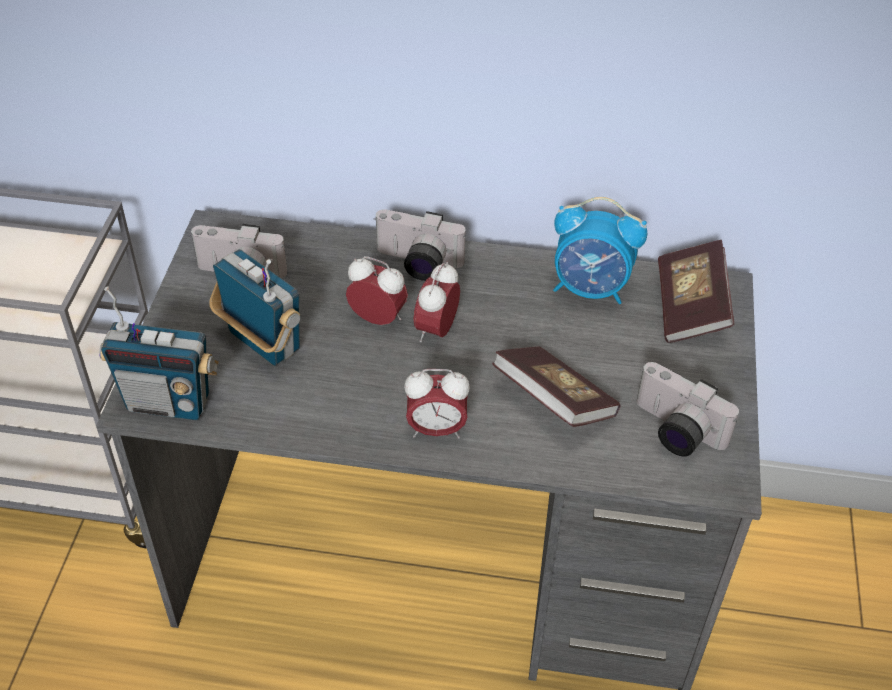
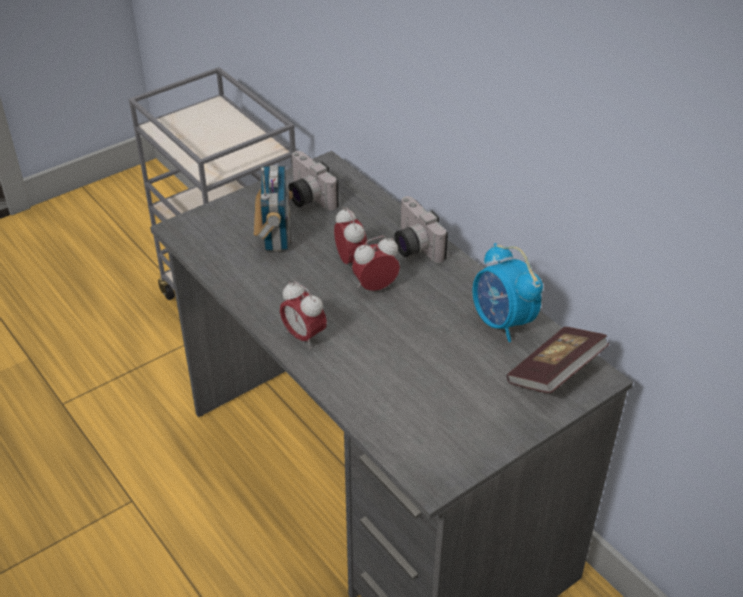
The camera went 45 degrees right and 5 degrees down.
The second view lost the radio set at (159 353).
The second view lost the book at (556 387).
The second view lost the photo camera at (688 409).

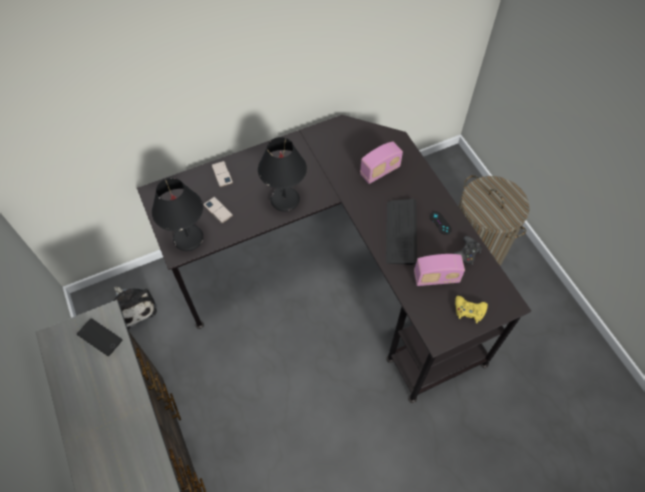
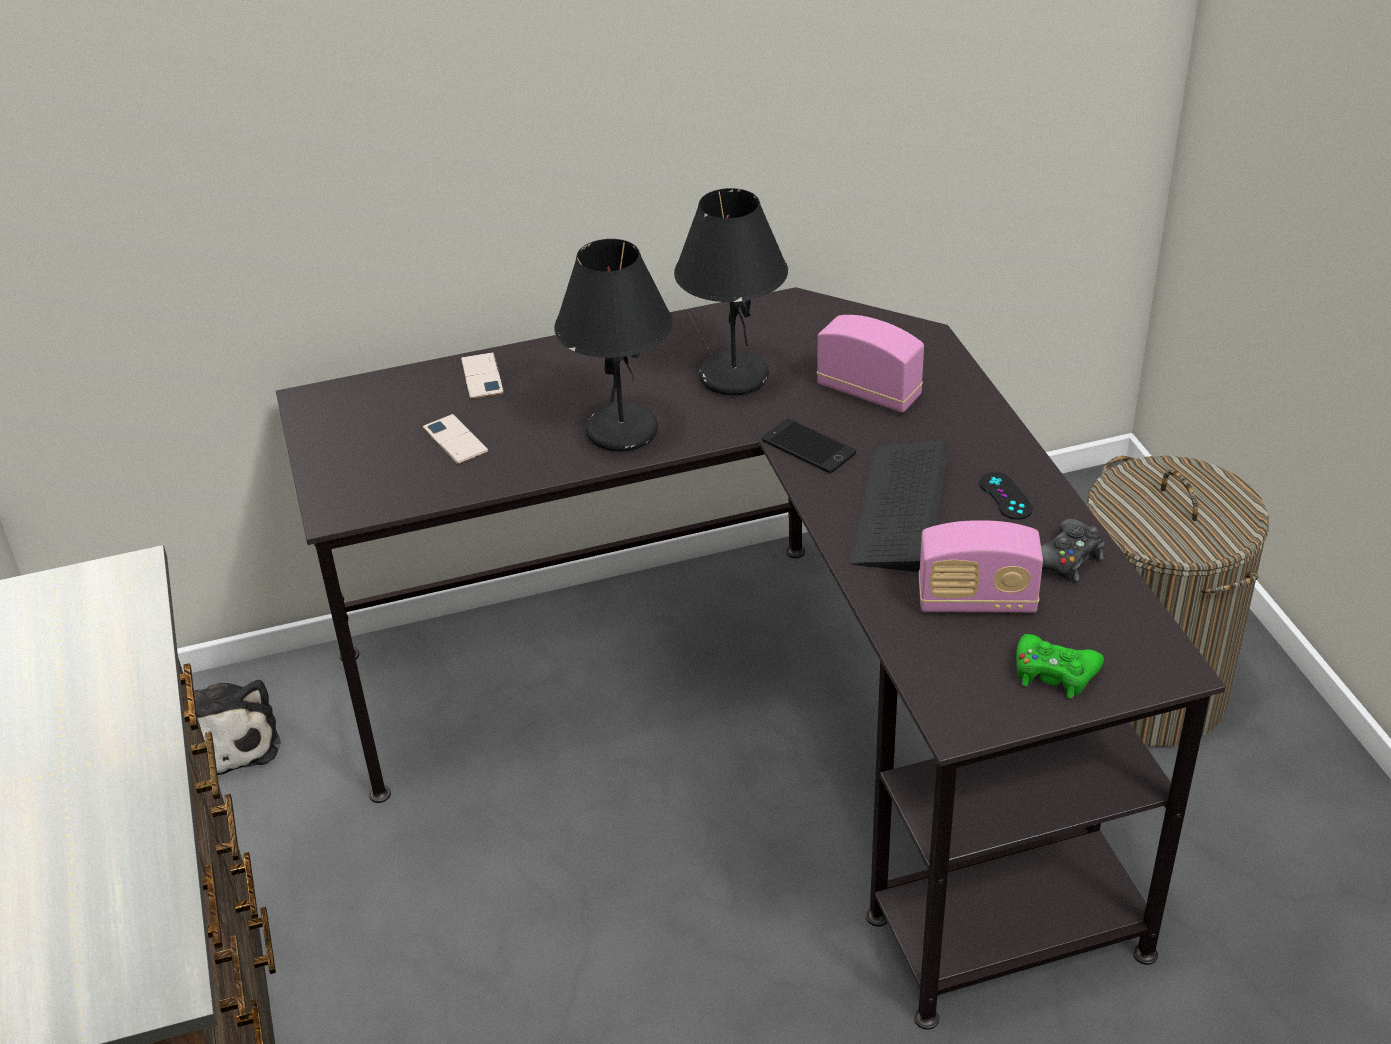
The camera went 10 degrees right and 20 degrees down.
The radio set at (381 162) ended up facing another way, 120 degrees counterclockwise from before.
The black table lamp ended up elsewhere, having gone from (177 214) to (731 291).
What was the yellowish joypad at (471 309) turned into the green joypad at (1060 666).
The telephone ended up elsewhere, having gone from (99 337) to (809 446).

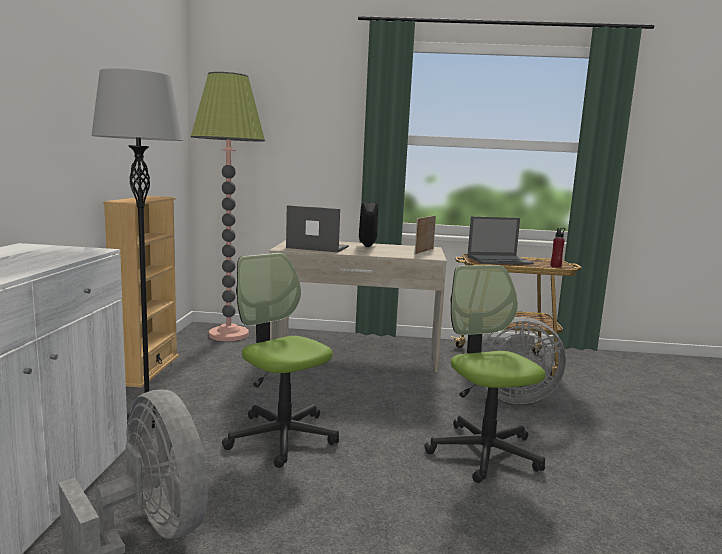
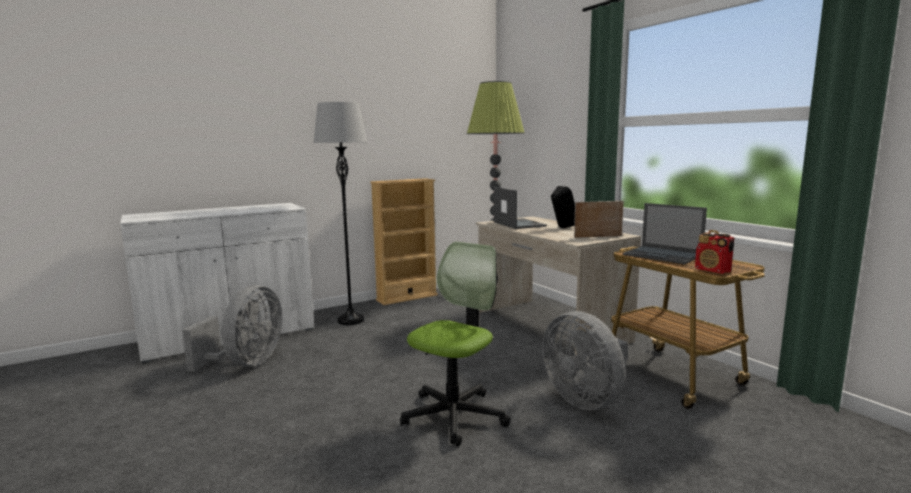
The camera went 55 degrees right and 0 degrees up.
Where the red-coloured drink bottle stood at (557 248), the radio set came to stand at (715 252).
The second view lost the desk chair at (280 360).

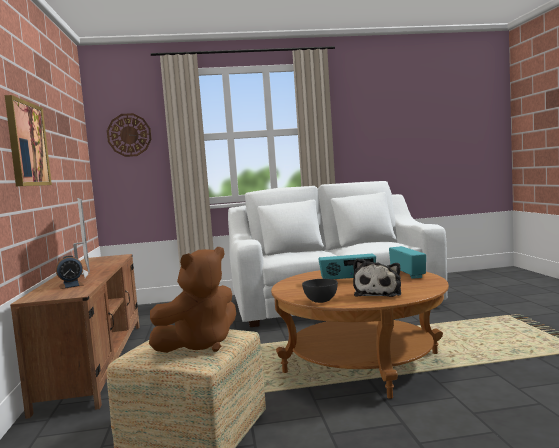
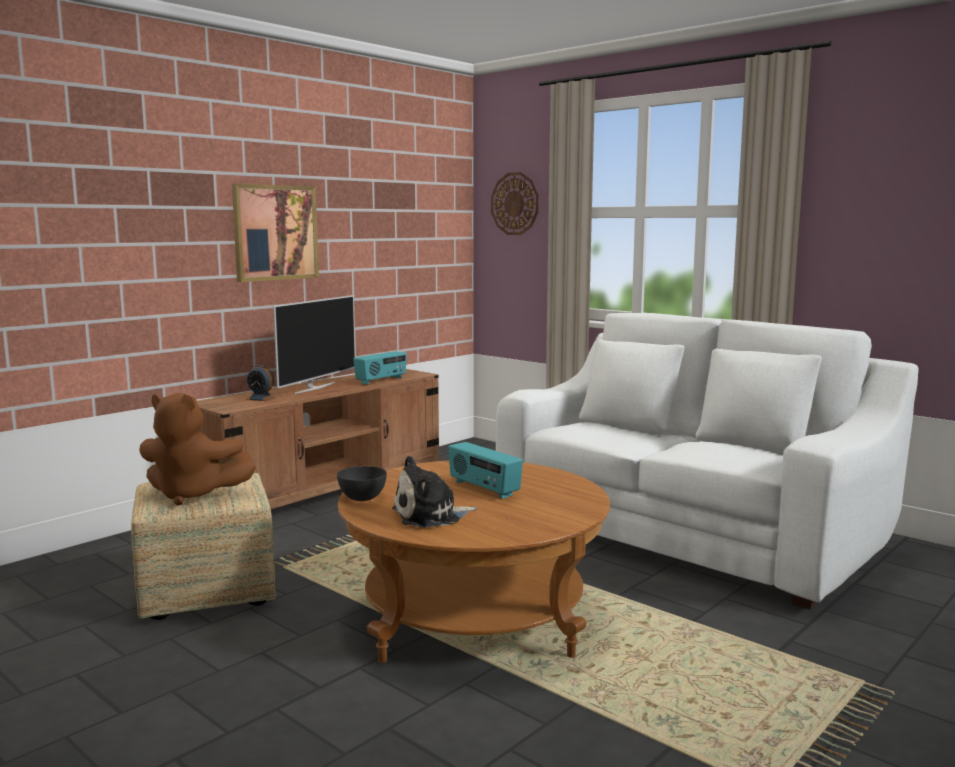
The camera went 50 degrees right and 5 degrees up.
The radio set ended up elsewhere, having gone from (407 262) to (380 367).

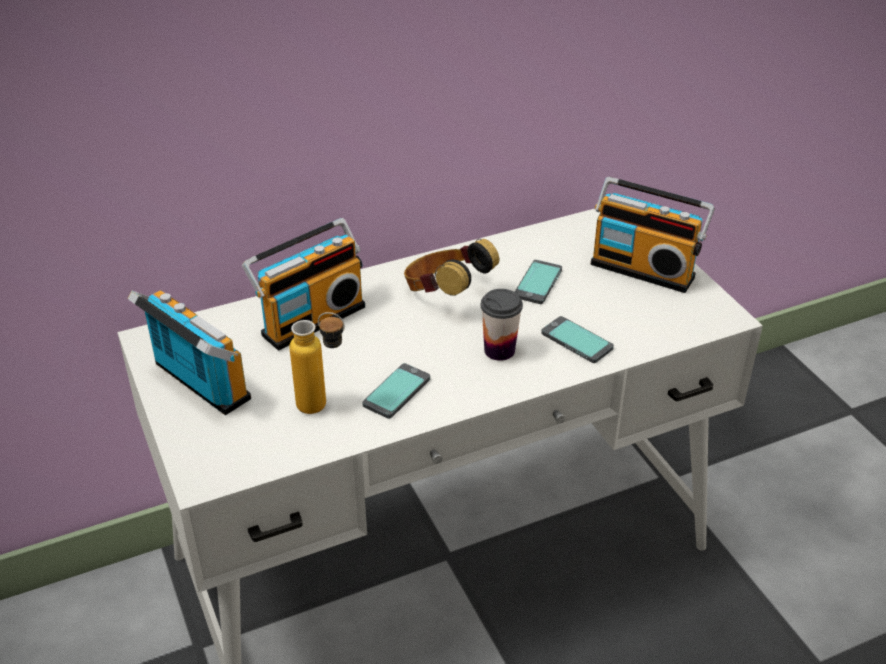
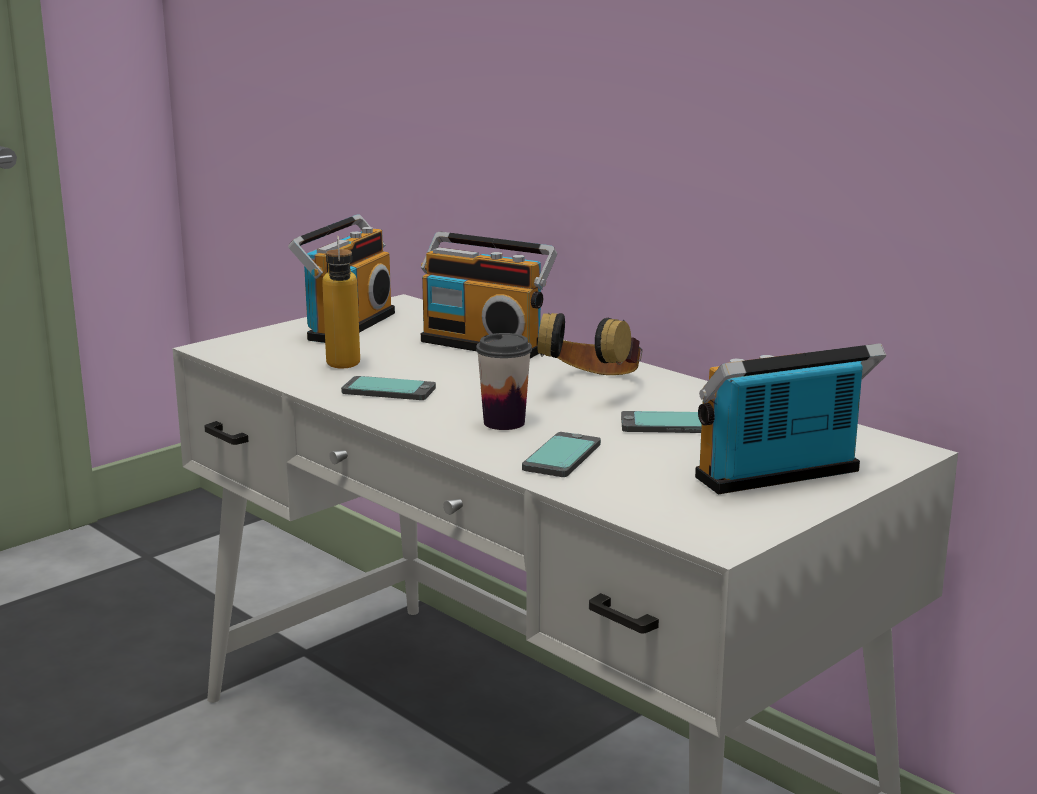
The camera went 70 degrees right and 20 degrees down.
The radio set at (653 235) ended up facing another way, 60 degrees clockwise from before.

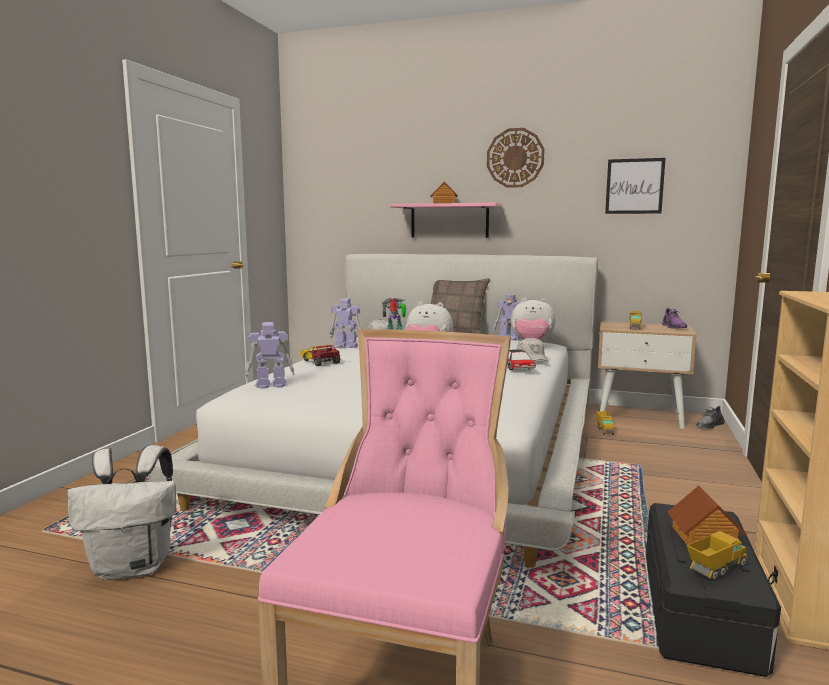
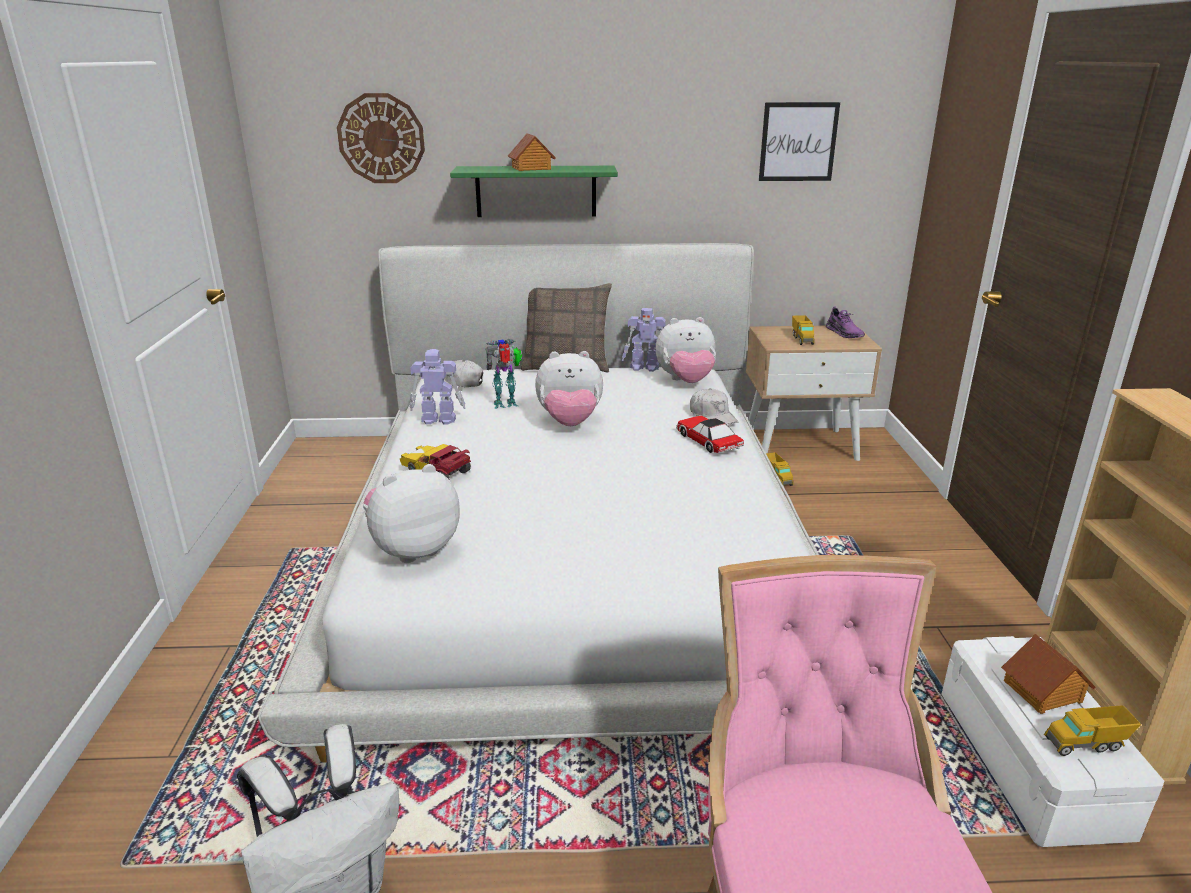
The camera went 20 degrees left and 15 degrees up.
The hanging clock ended up elsewhere, having gone from (516 158) to (381 138).
What was the pink shelf at (446 220) turned into the green shelf at (534 191).
Where the toy robot stood at (270 355), the plush toy came to stand at (411 513).
The second view lost the grey shoe at (710 417).
What was the black storage box at (713 590) turned into the white-coloured storage box at (1053 741).
The model truck at (717 556) ended up facing another way, 135 degrees counterclockwise from before.

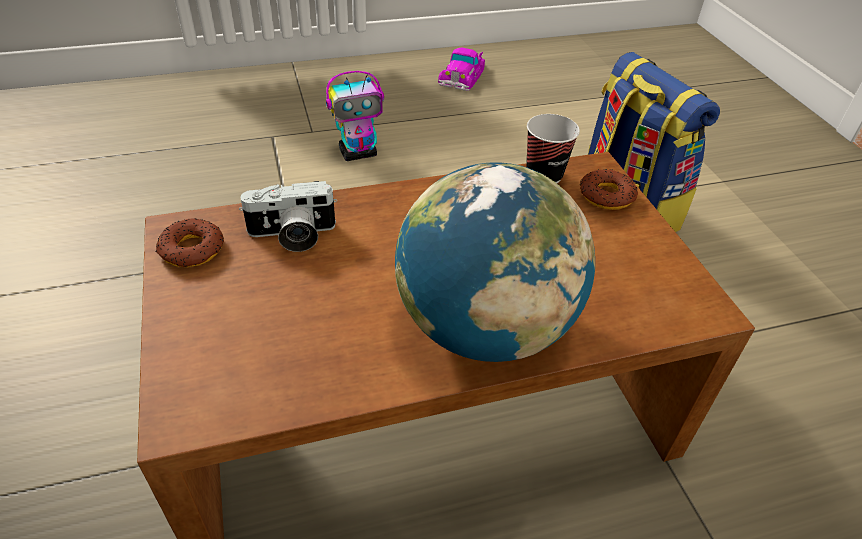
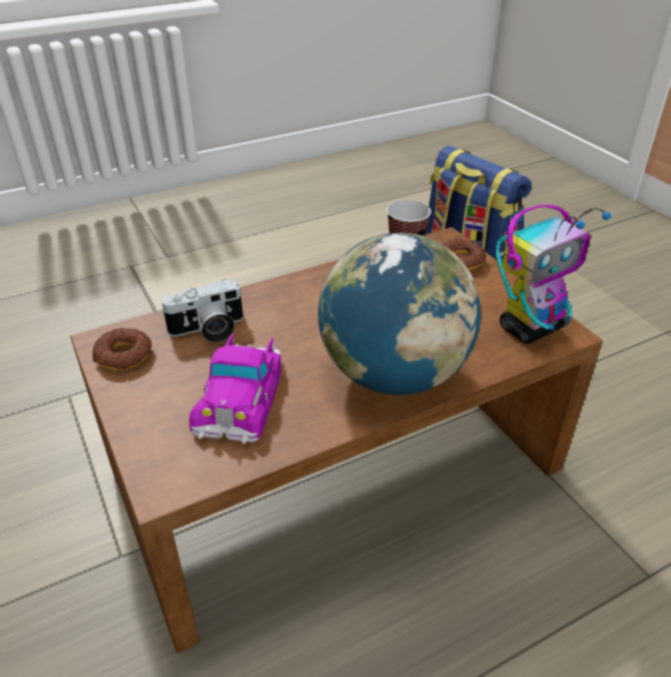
The camera went 10 degrees left and 5 degrees down.
The model car ended up elsewhere, having gone from (461 69) to (235 389).
The toy robot ended up elsewhere, having gone from (355 116) to (553 274).

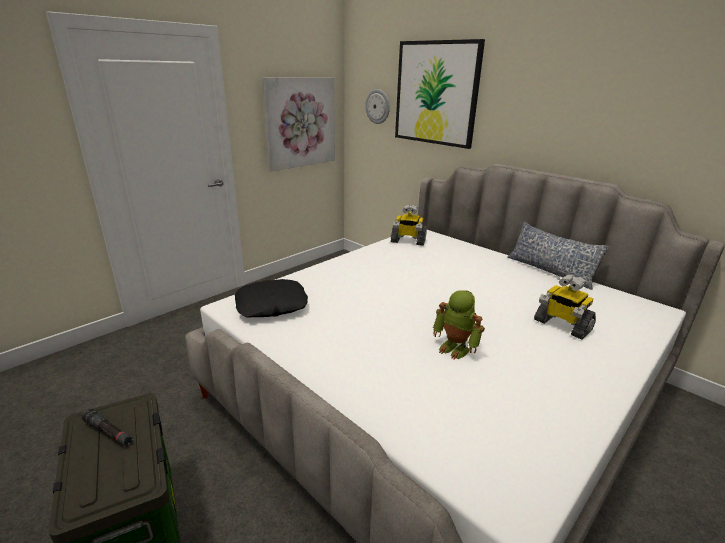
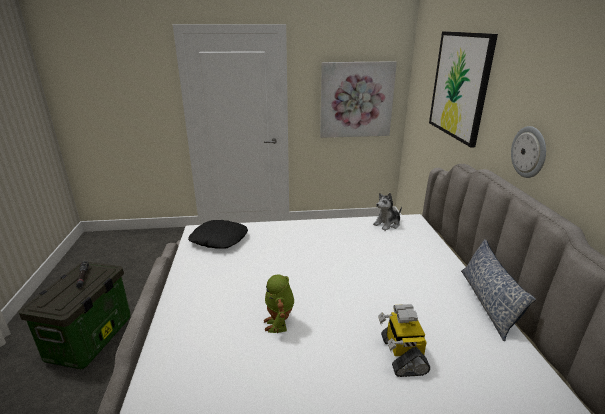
The camera went 40 degrees right and 0 degrees up.
The hanging clock ended up elsewhere, having gone from (377 106) to (528 152).
Where the toy robot stood at (408 225), the plush toy came to stand at (387 212).

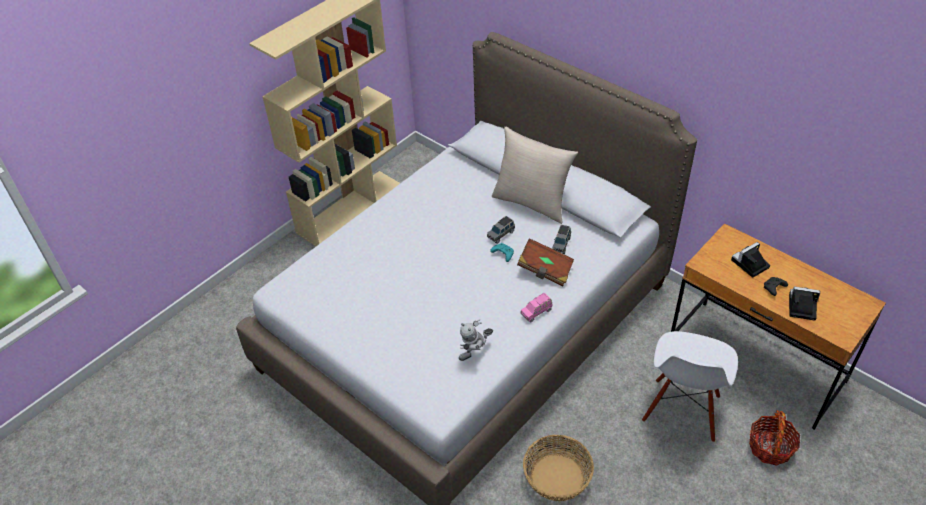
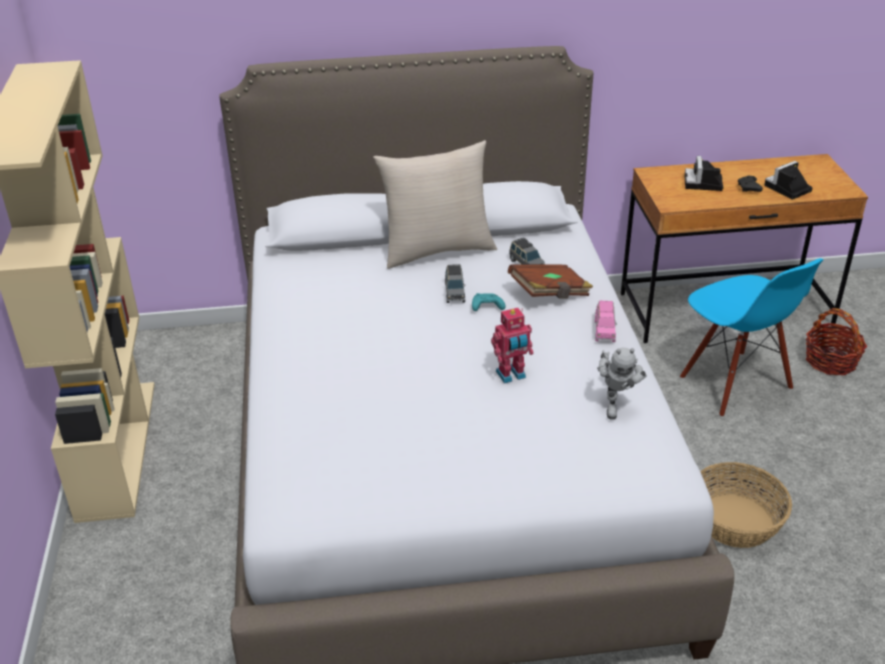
The camera went 50 degrees left and 10 degrees down.
What was the white-coloured plain chair at (690 386) turned into the blue plain chair at (752 337).
The second view gained the toy robot at (512 346).

